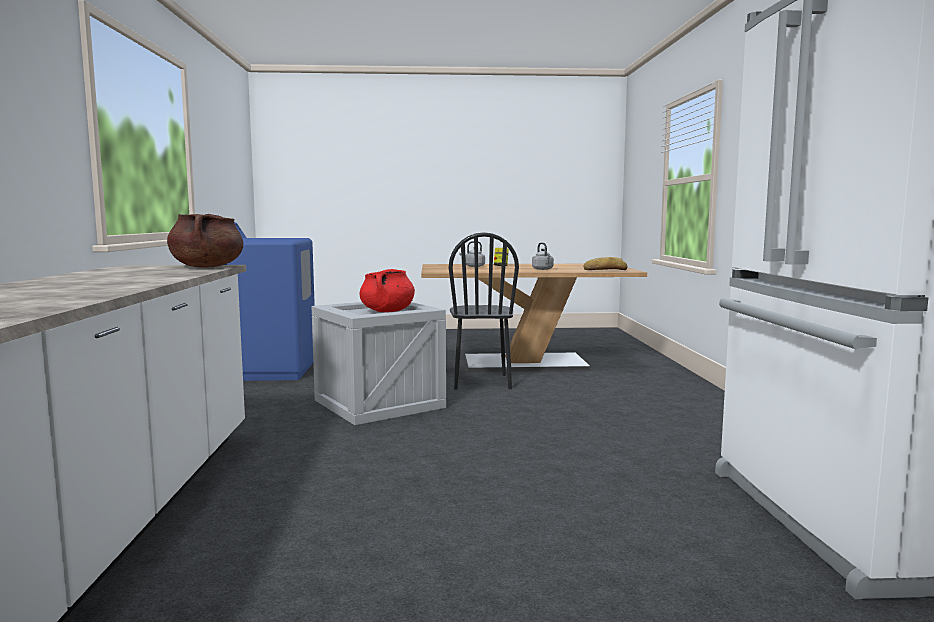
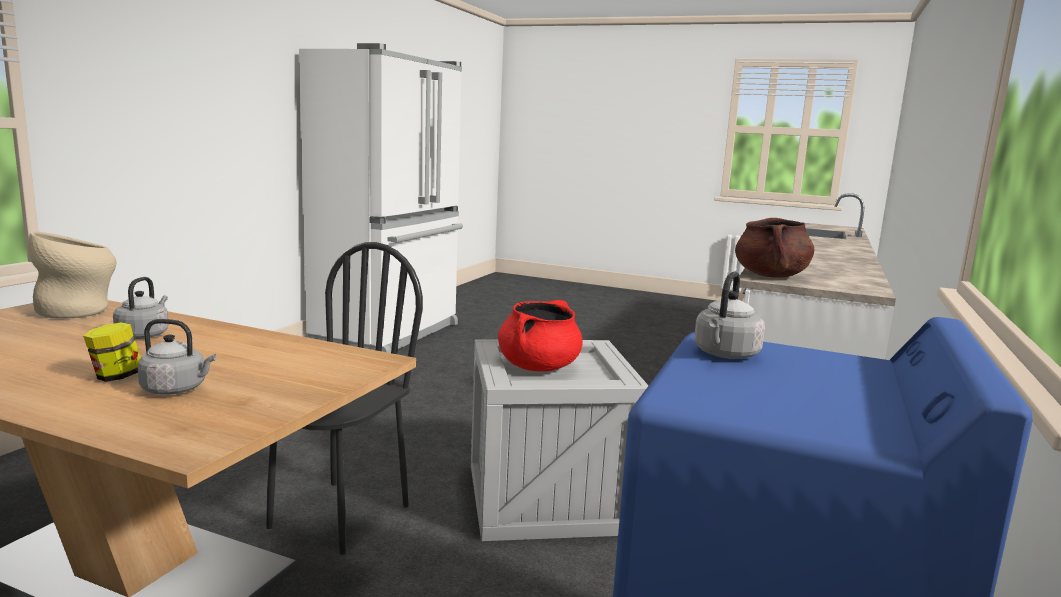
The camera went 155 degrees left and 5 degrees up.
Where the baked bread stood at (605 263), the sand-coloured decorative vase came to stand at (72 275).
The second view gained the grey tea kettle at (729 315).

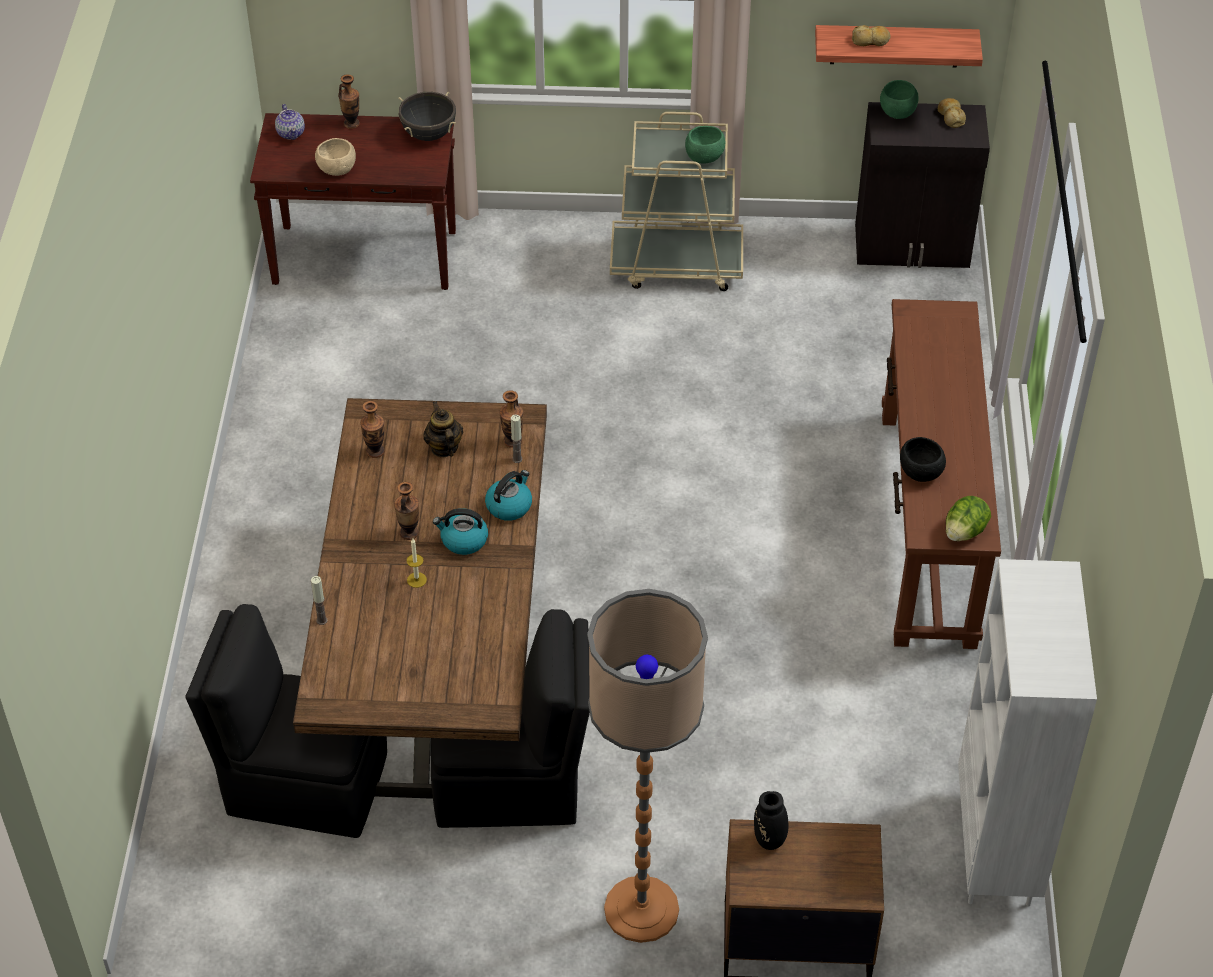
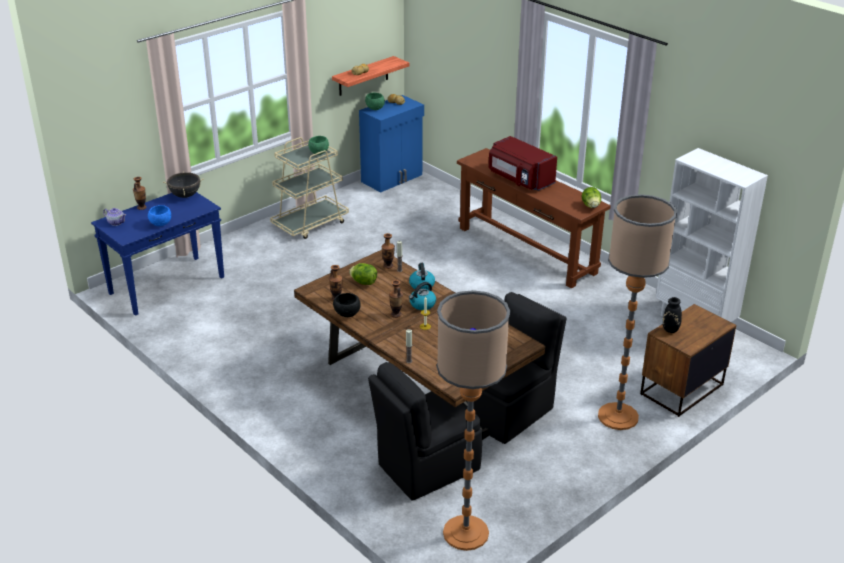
The camera went 45 degrees left and 15 degrees down.
What was the black storage cabinet at (922 185) turned into the blue storage cabinet at (391 144).
What was the brown-coloured console table at (353 201) turned into the blue console table at (157 254).
What was the sand-coloured serving bowl at (335 157) turned into the blue serving bowl at (159 215).
Where the tea pot stood at (443 429), the lettuce came to stand at (363 274).
The black serving bowl ended up elsewhere, having gone from (923 459) to (347 305).
The second view gained the red-coloured microwave at (523 163).
The second view gained the standard lamp at (473 420).

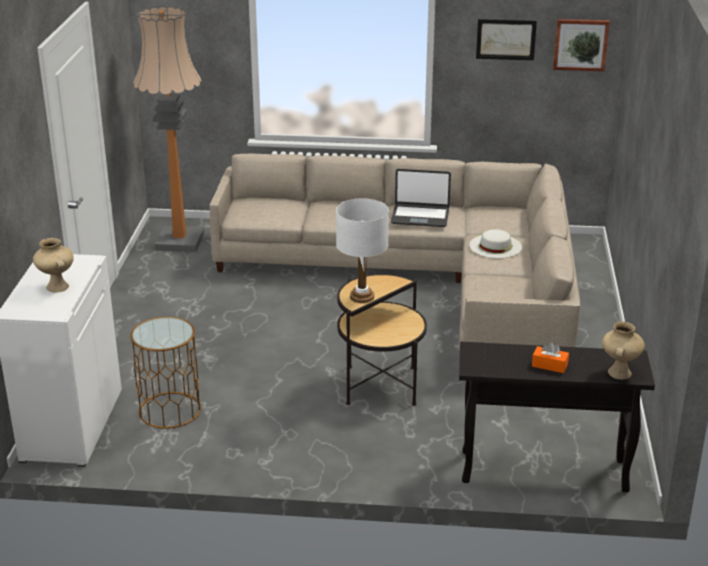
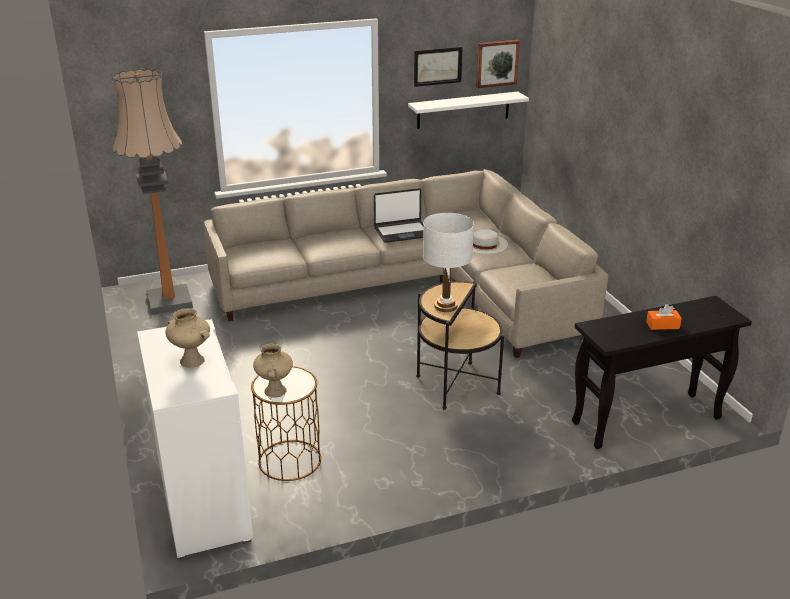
The camera went 25 degrees left and 0 degrees up.
The sand-coloured decorative vase ended up elsewhere, having gone from (623 351) to (273 371).
The second view gained the white-coloured shelf at (468 110).

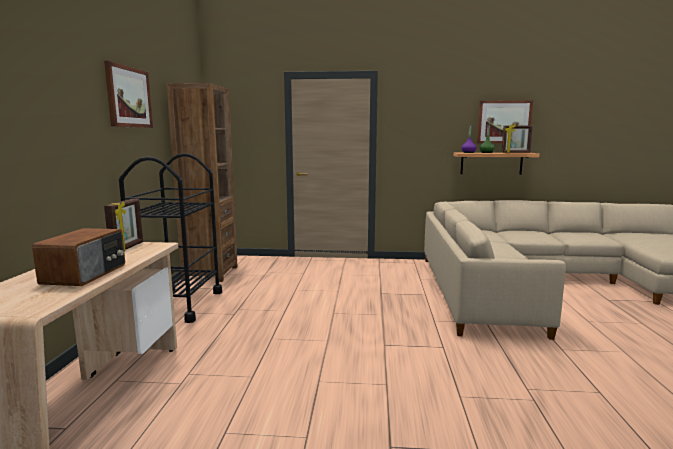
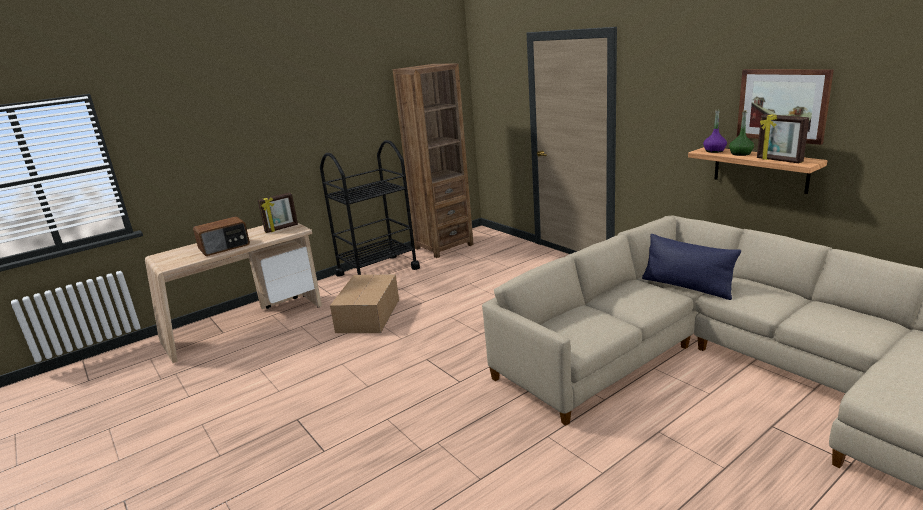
The camera went 50 degrees right and 10 degrees up.
The second view lost the wall picture at (128 94).
The second view gained the blue pillow at (691 267).
The second view gained the packing box at (364 303).

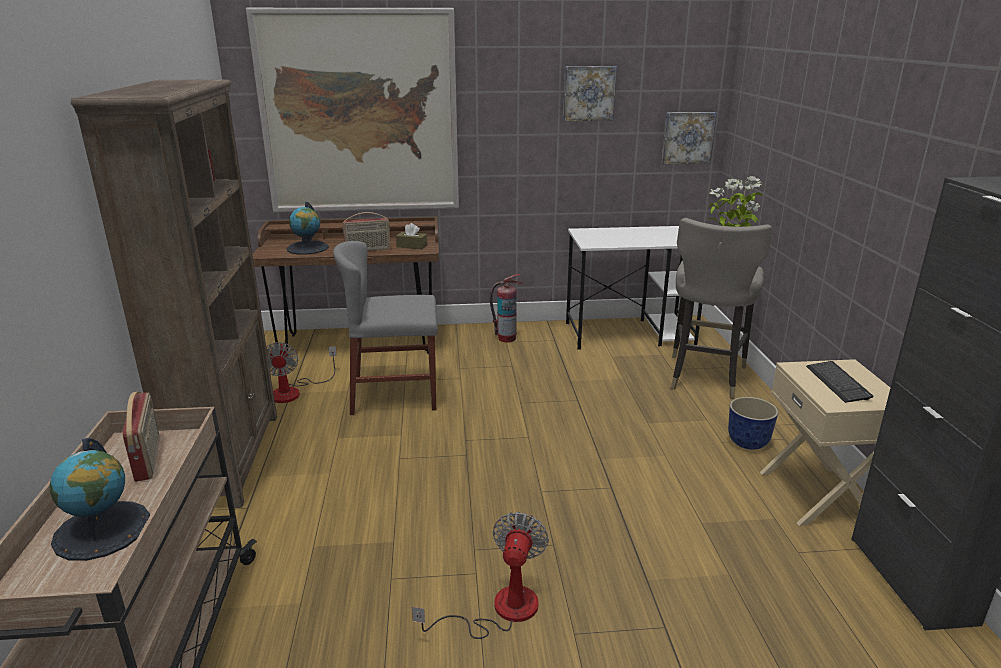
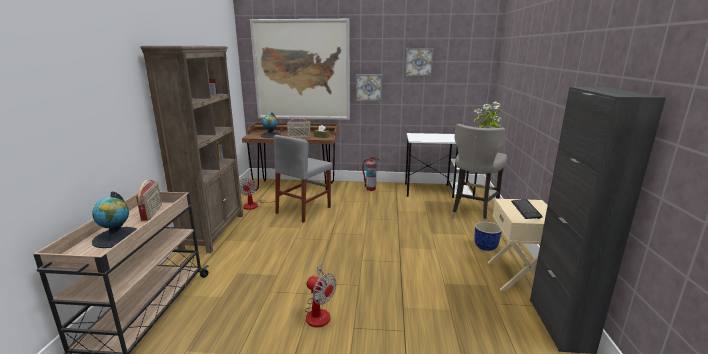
The camera went 10 degrees right and 5 degrees down.
The wall picture ended up elsewhere, having gone from (689 138) to (369 87).
The grey plain chair at (385 328) ended up facing another way, 60 degrees counterclockwise from before.
The fan at (480 575) ended up facing another way, 105 degrees clockwise from before.

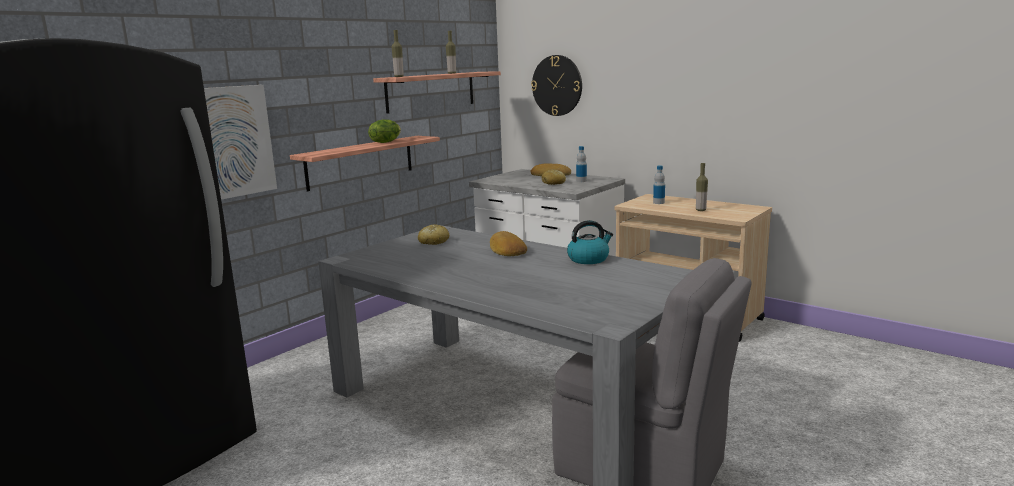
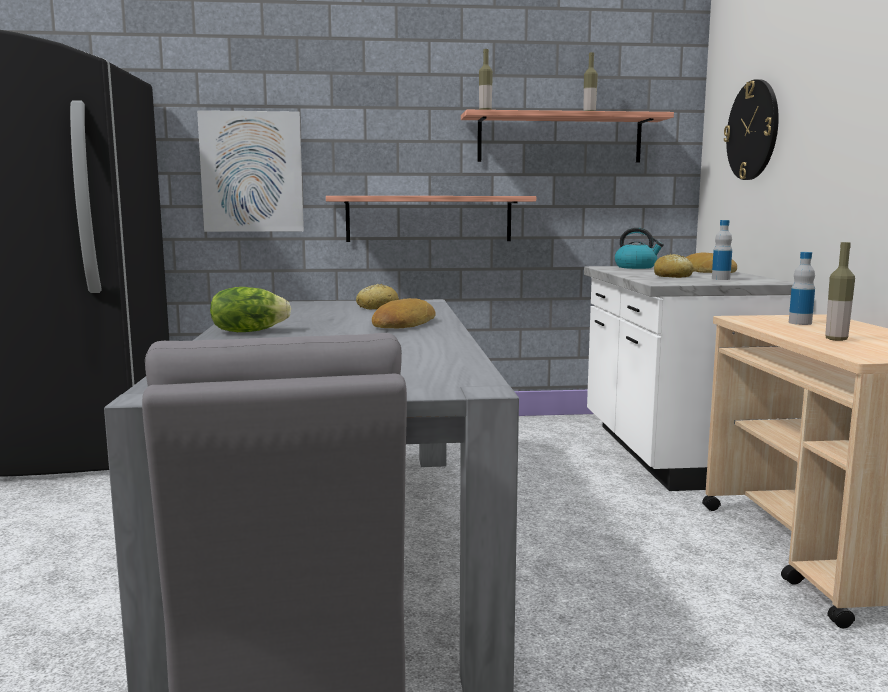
The camera went 45 degrees right and 5 degrees down.
The lettuce ended up elsewhere, having gone from (384 131) to (250 309).
The tea kettle ended up elsewhere, having gone from (590 242) to (639 248).

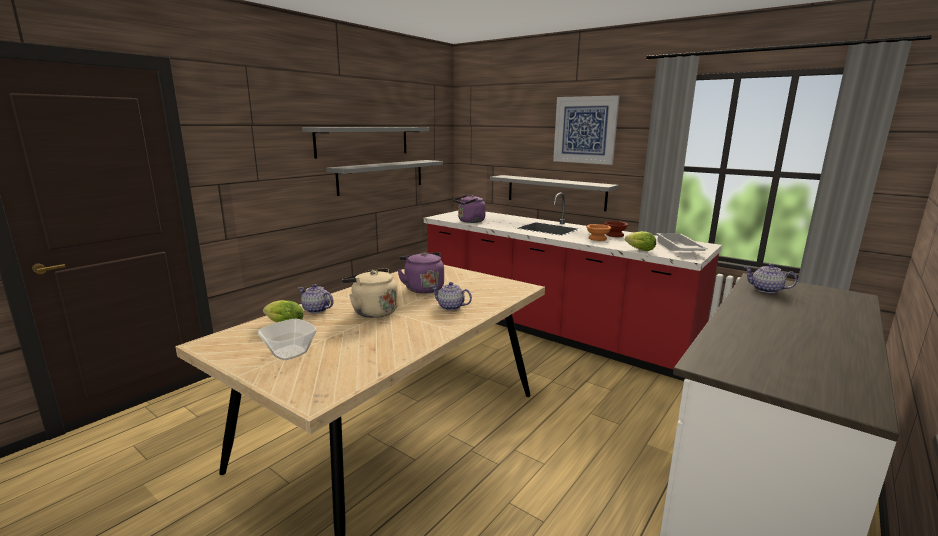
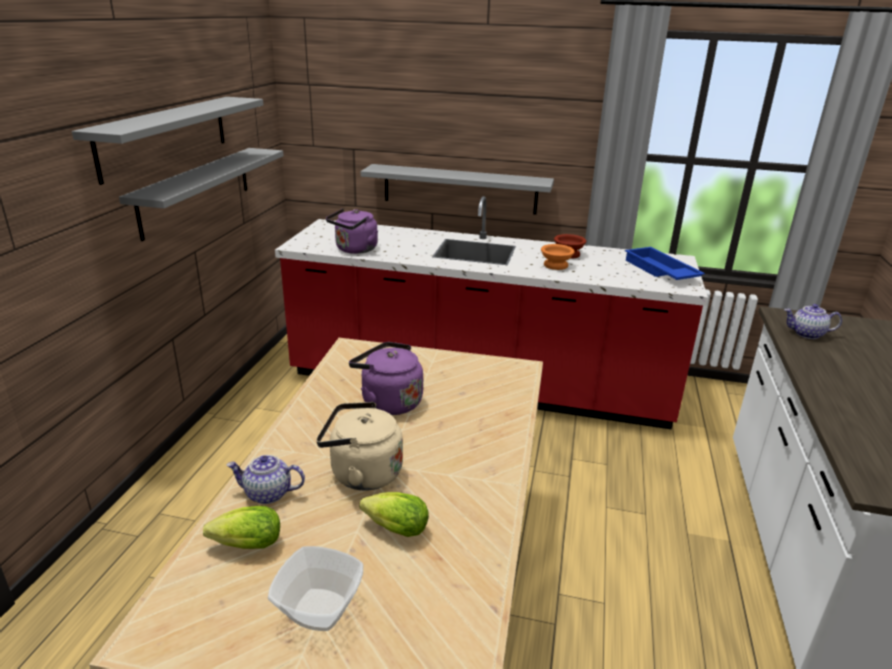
The camera went 25 degrees left and 10 degrees up.
The second view lost the wall picture at (586 130).
The lettuce ended up elsewhere, having gone from (640 241) to (394 514).
What was the white-coloured serving tray at (682 242) turned into the blue serving tray at (665 263).
The second view lost the tea pot at (451 296).

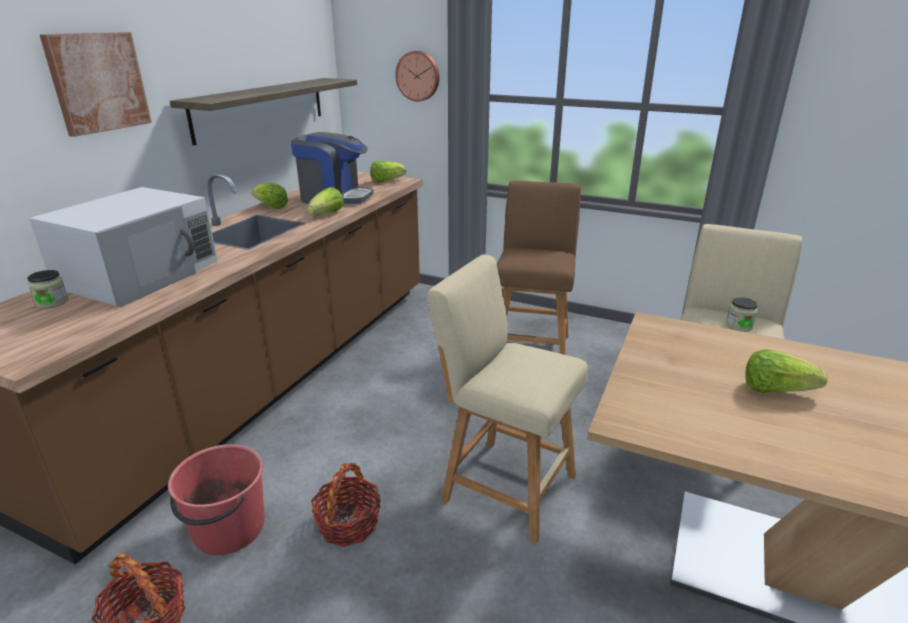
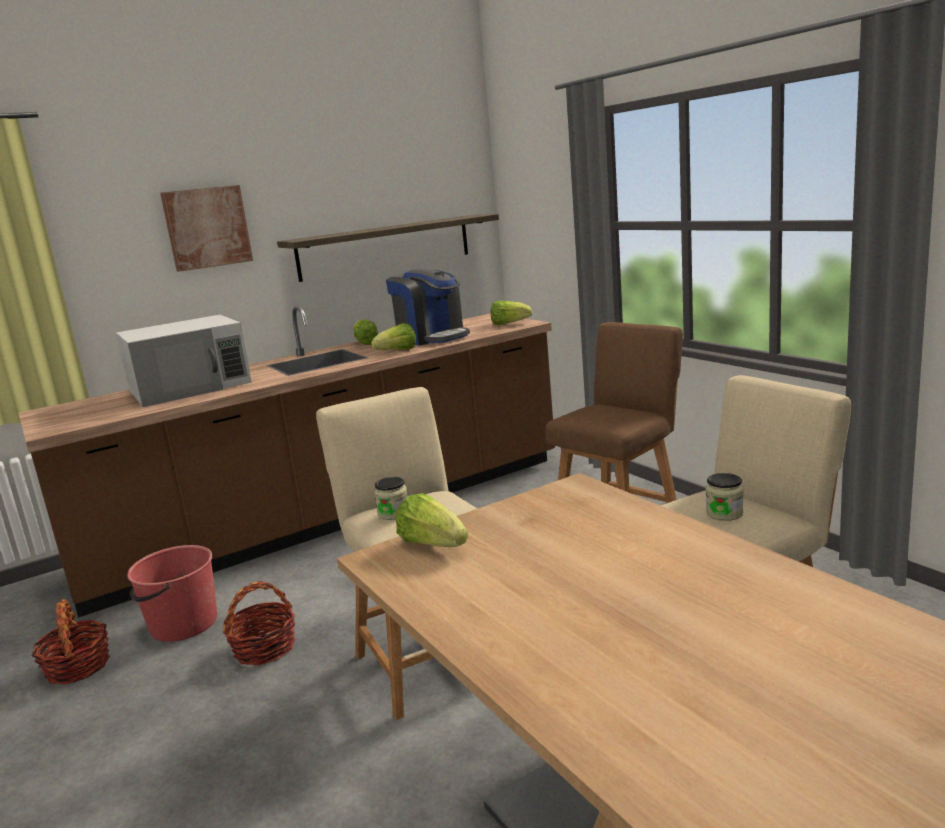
The camera went 35 degrees right and 10 degrees down.
The second view lost the hanging clock at (417 76).
The storage jar ended up elsewhere, having gone from (48 289) to (391 498).
The lettuce ended up elsewhere, having gone from (787 371) to (432 520).

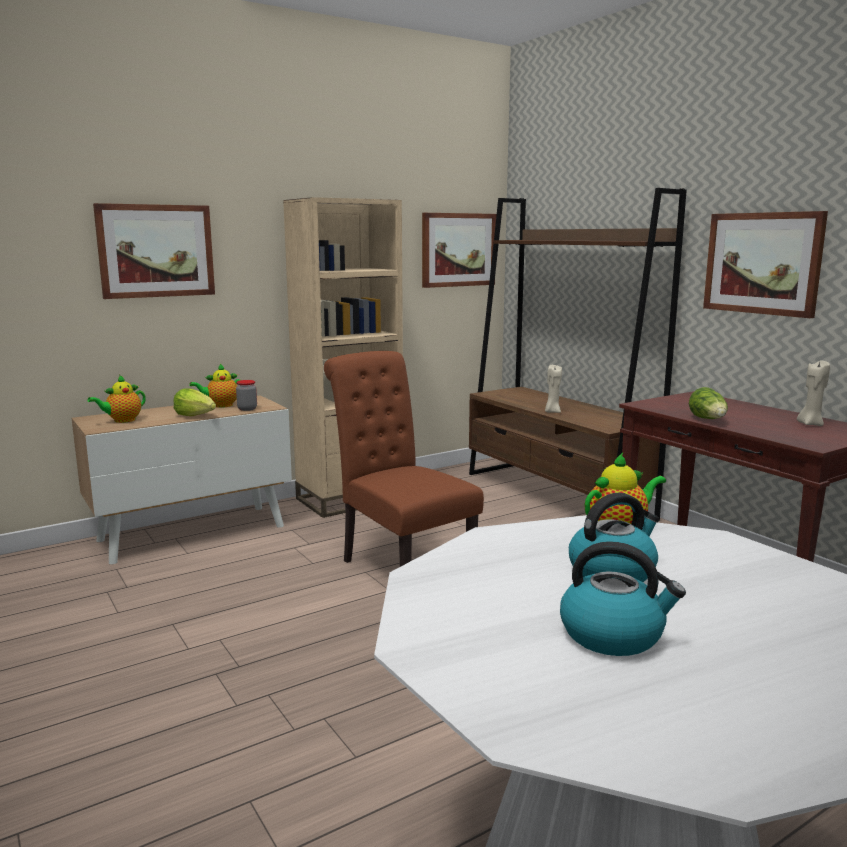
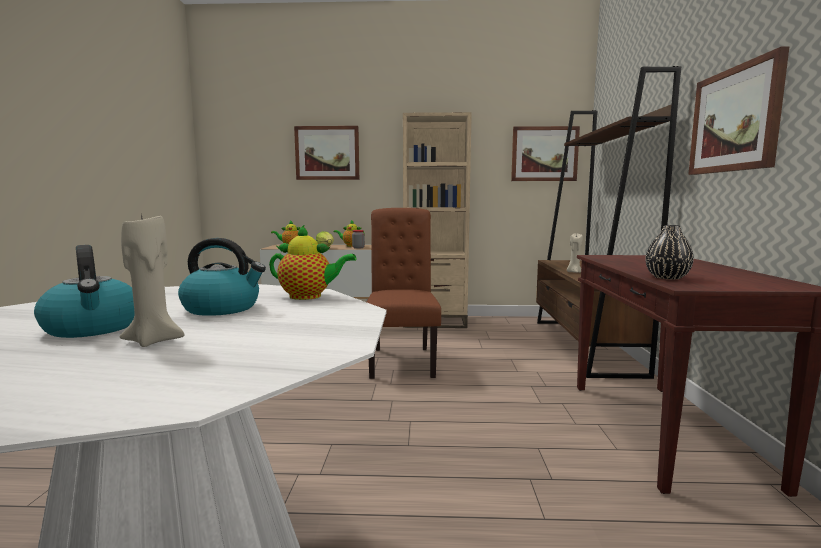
The camera went 35 degrees right and 5 degrees down.
The sand-coloured wax light ended up elsewhere, having gone from (813 393) to (152 280).
The second view lost the lettuce at (708 403).
The second view gained the black decorative vase at (670 252).

